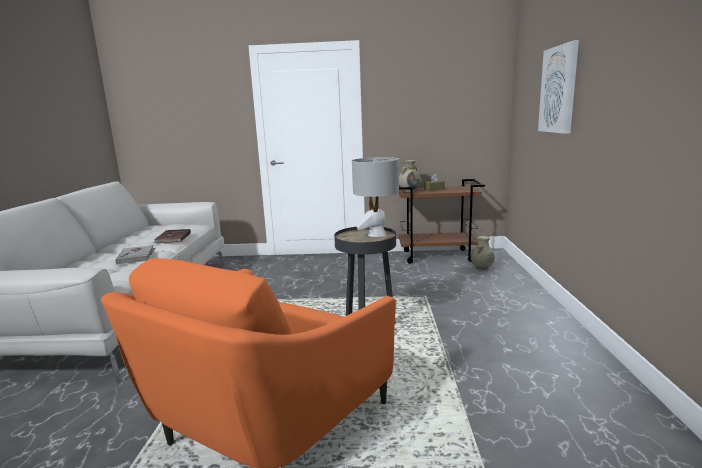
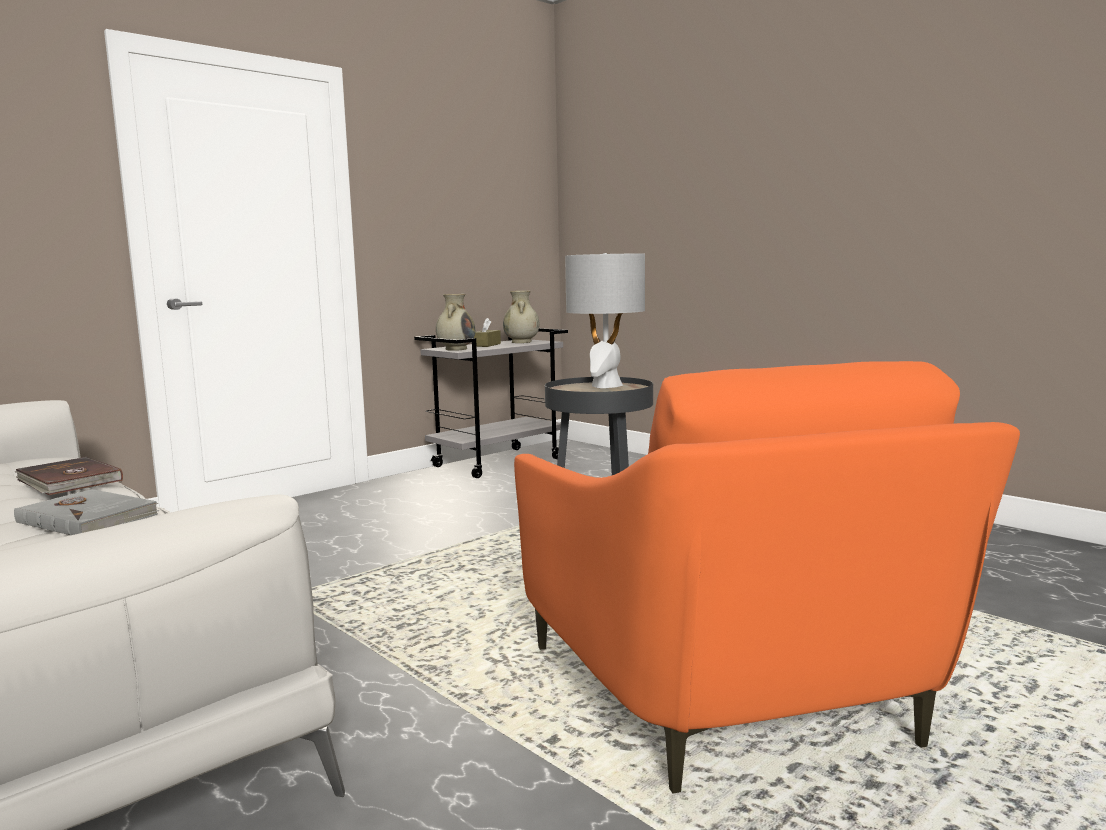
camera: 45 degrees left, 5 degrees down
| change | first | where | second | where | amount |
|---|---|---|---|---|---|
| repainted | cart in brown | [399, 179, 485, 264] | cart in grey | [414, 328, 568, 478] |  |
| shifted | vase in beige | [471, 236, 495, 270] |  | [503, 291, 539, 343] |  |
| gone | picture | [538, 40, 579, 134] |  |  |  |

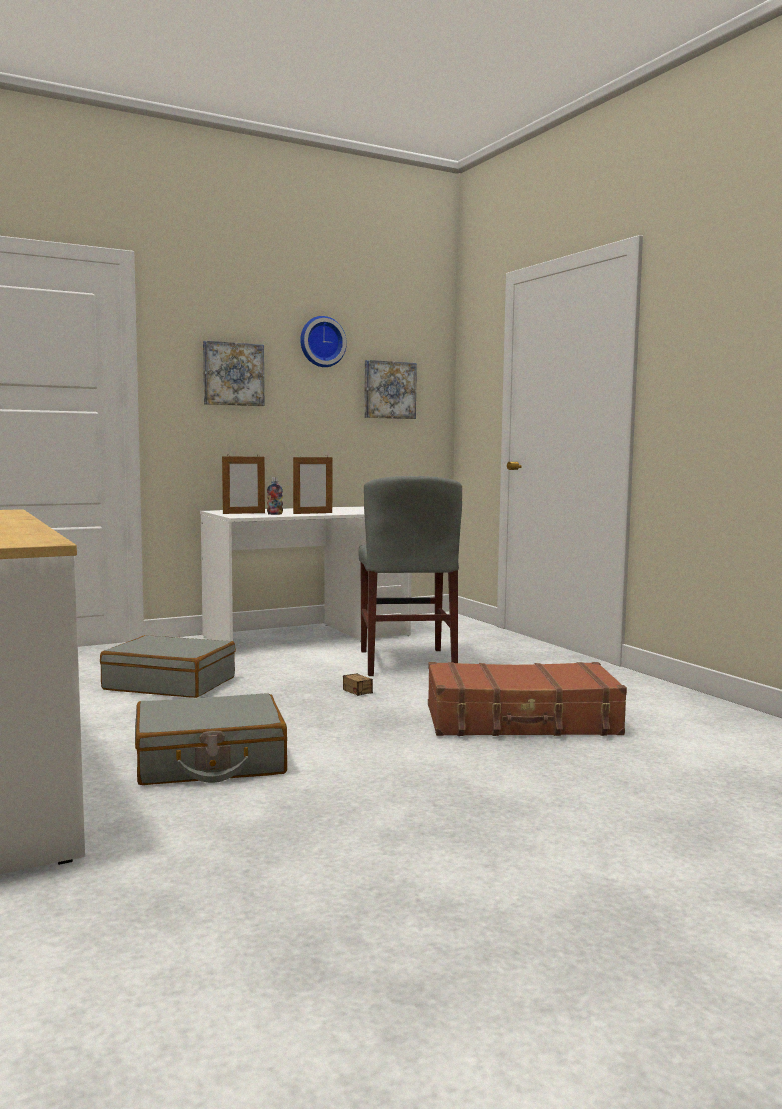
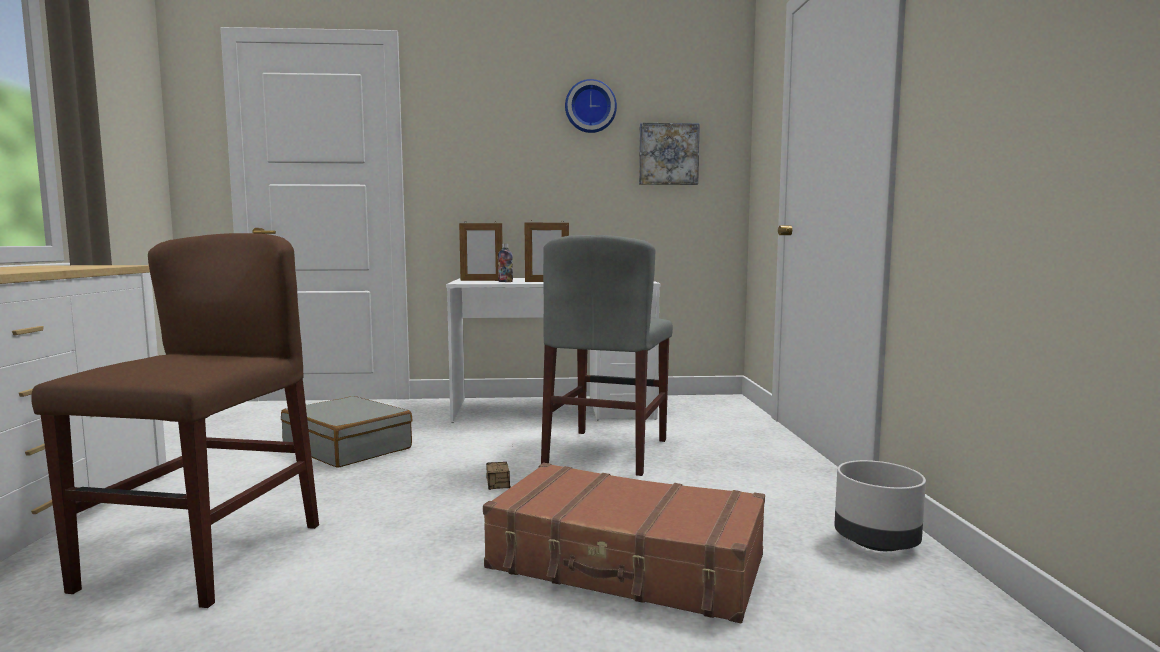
camera: 25 degrees right, 0 degrees up
| change | first | where | second | where | amount |
|---|---|---|---|---|---|
| swapped | suitcase in grey | [135, 693, 287, 785] | chair in brown | [31, 233, 319, 608] |  |
| new |  |  | planter in grey | [834, 460, 926, 551] |  |
| gone | picture | [203, 341, 264, 406] |  |  |  |

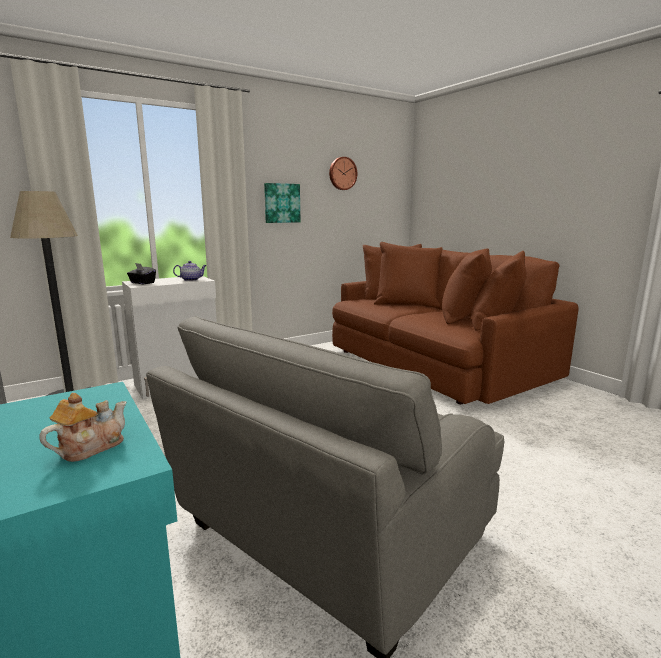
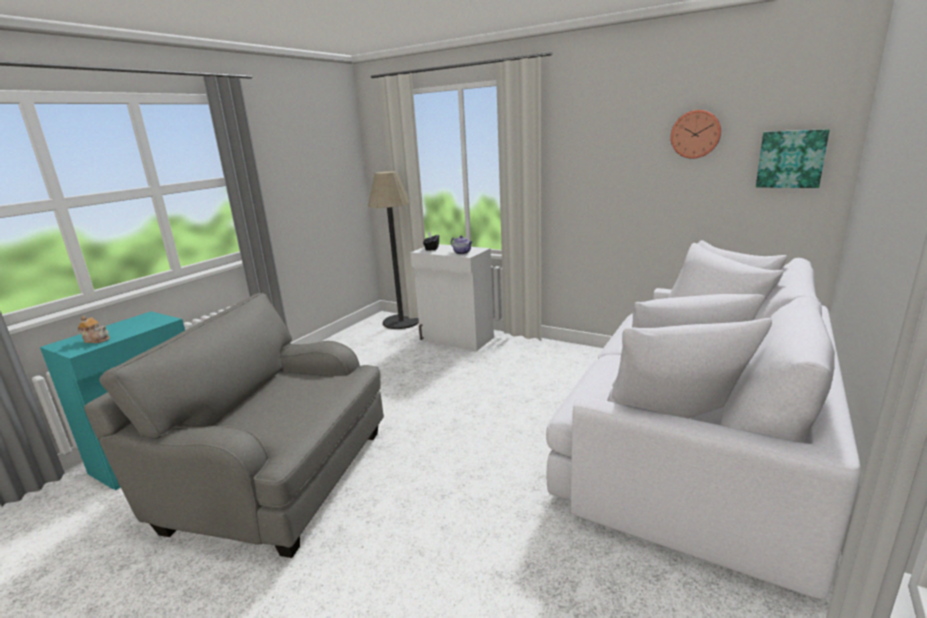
camera: 65 degrees right, 5 degrees up
| change | first | where | second | where | amount |
|---|---|---|---|---|---|
| repainted | sofa in brown | [332, 242, 579, 404] | sofa in white | [546, 240, 861, 599] |  |
| shifted | picture | [264, 183, 301, 223] |  | [756, 129, 830, 188] |  |

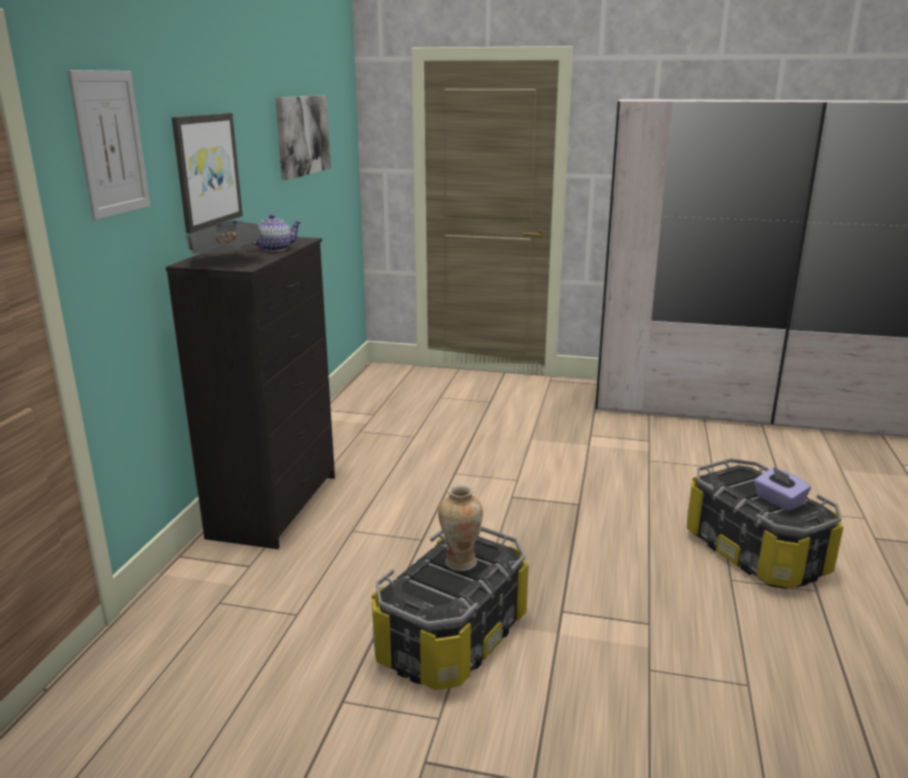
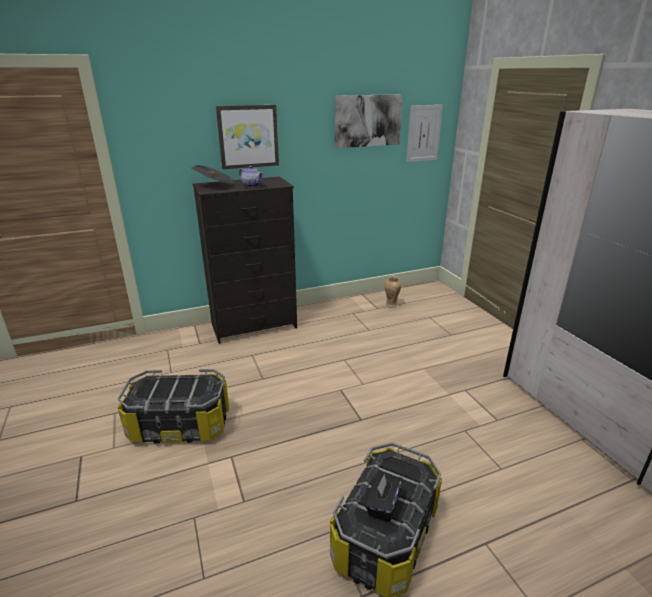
camera: 55 degrees right, 5 degrees up
| change | first | where | second | where | amount |
|---|---|---|---|---|---|
| repainted | tissue box in purple | [754, 467, 811, 511] | tissue box in black | [365, 474, 403, 522] |  |
| shifted | vase | [438, 484, 483, 571] |  | [384, 275, 401, 308] |  |
| shifted | picture | [67, 70, 150, 220] |  | [406, 105, 443, 162] |  |

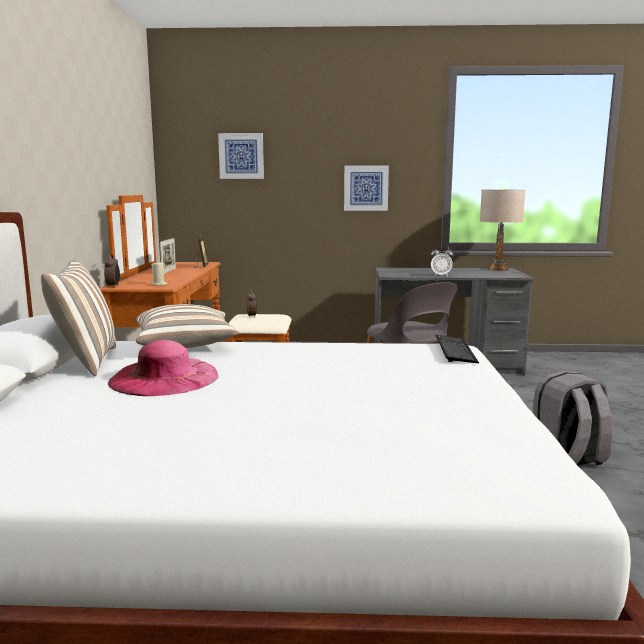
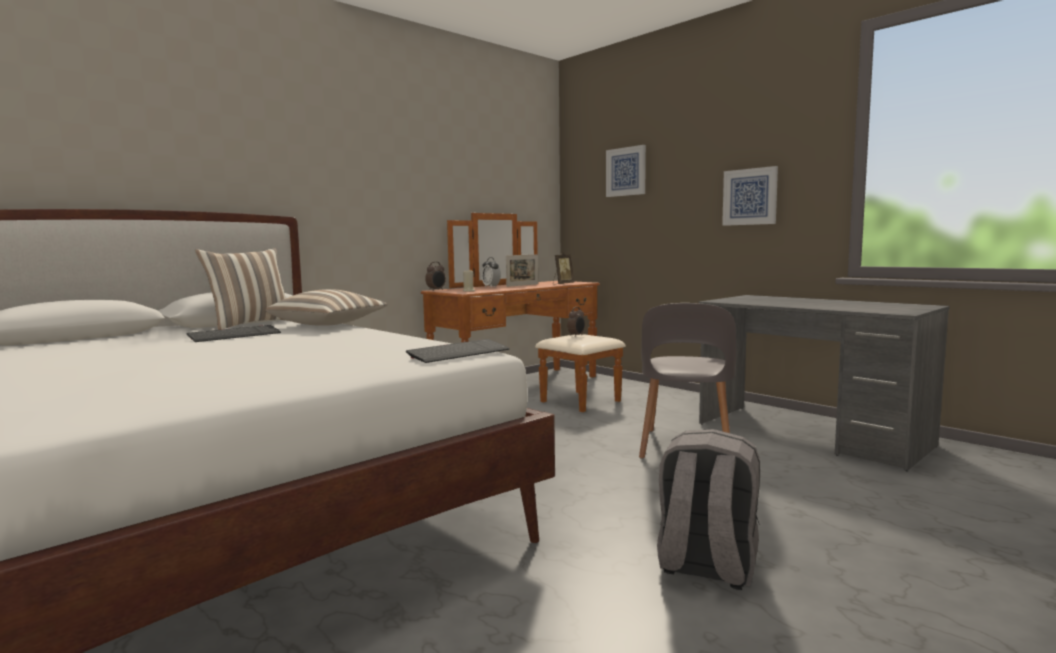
camera: 45 degrees right, 5 degrees down
| change | first | where | second | where | amount |
|---|---|---|---|---|---|
| swapped | hat in pink | [107, 340, 218, 396] | keyboard | [187, 325, 281, 342] |  |
| shifted | alarm clock | [431, 246, 454, 277] |  | [482, 257, 501, 288] |  |
| gone | table lamp in beige | [480, 189, 525, 271] |  |  |  |

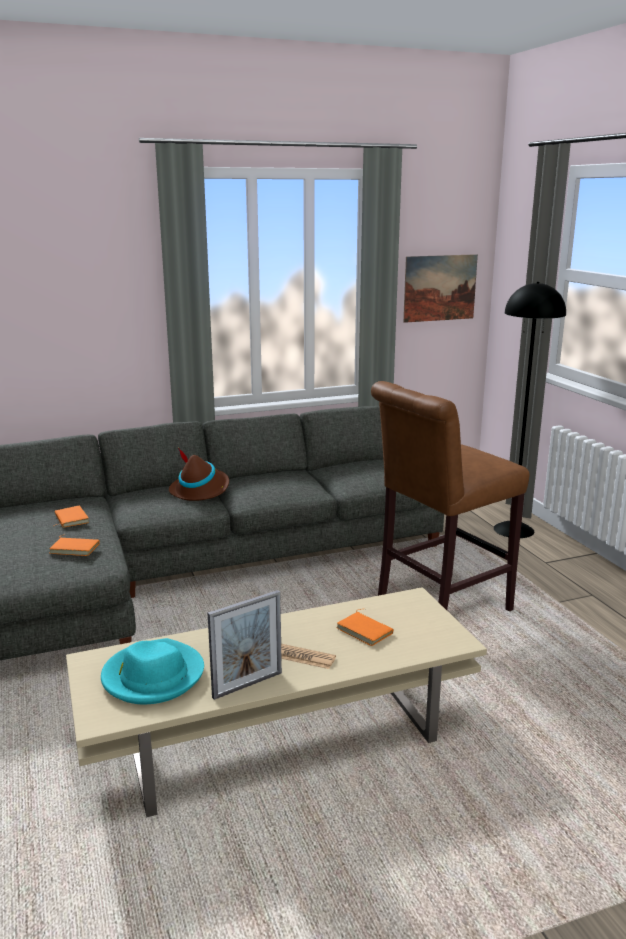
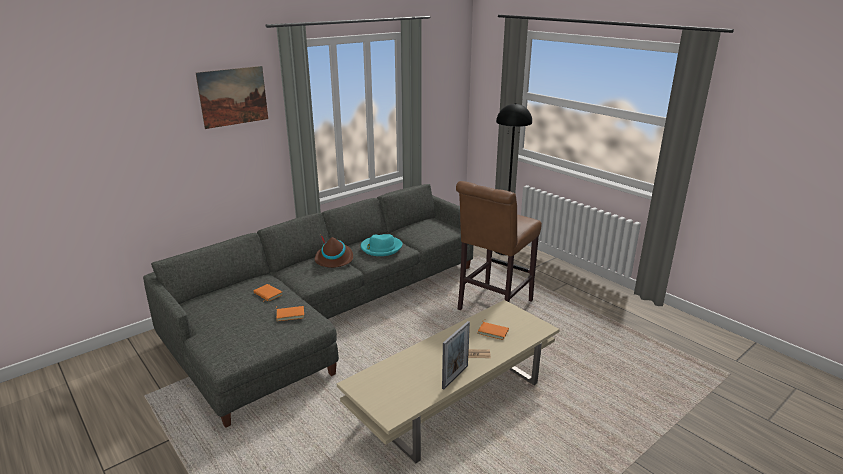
camera: 20 degrees left, 5 degrees up
| change | first | where | second | where | amount |
|---|---|---|---|---|---|
| shifted | picture | [403, 254, 478, 323] |  | [196, 66, 268, 129] |  |
| shifted | hat in turquoise | [101, 638, 204, 704] |  | [361, 234, 403, 256] |  |

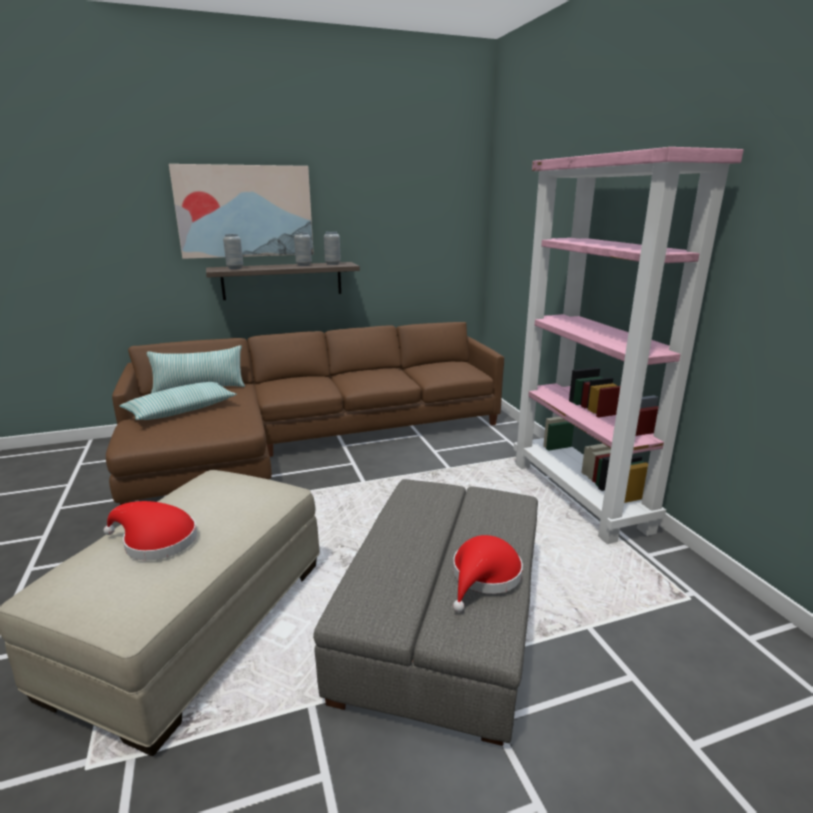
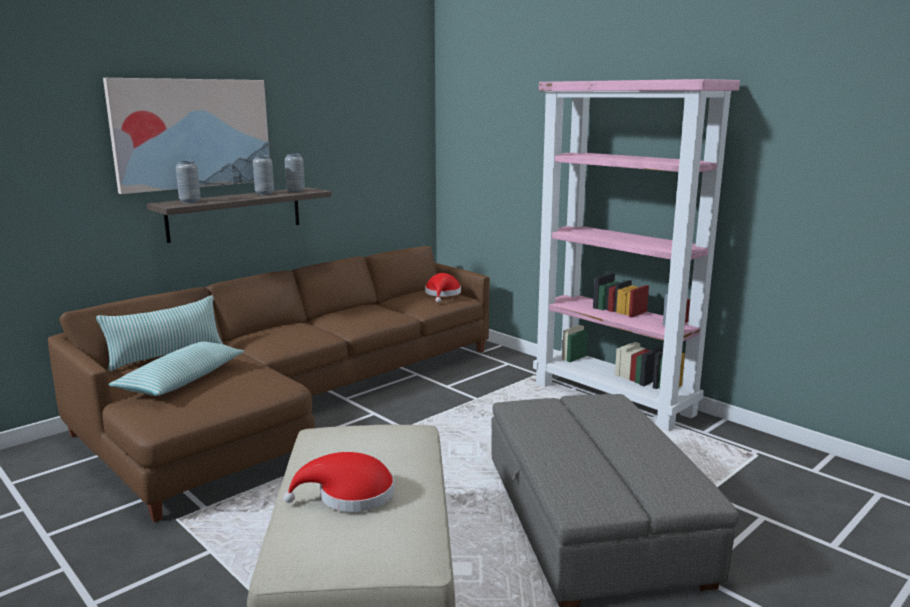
camera: 25 degrees left, 5 degrees down
| change | first | where | second | where | amount |
|---|---|---|---|---|---|
| shifted | hat in red | [453, 535, 523, 612] |  | [425, 273, 461, 303] |  |

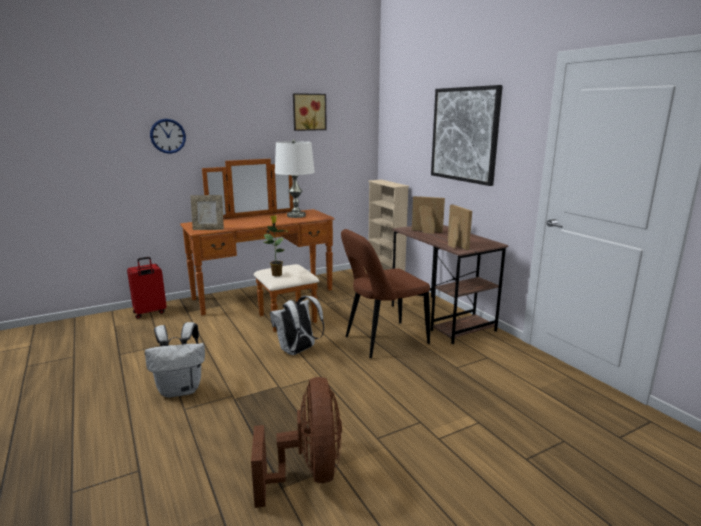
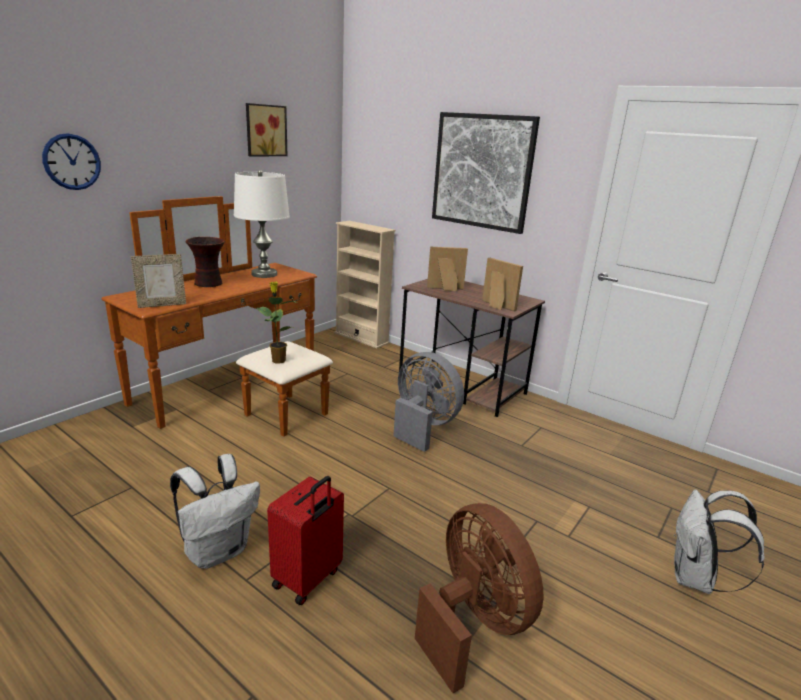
camera: 25 degrees left, 5 degrees up
| change | first | where | second | where | amount |
|---|---|---|---|---|---|
| new |  |  | vase | [185, 237, 225, 287] |  |
| shifted | suitcase in red | [127, 257, 167, 319] |  | [267, 476, 344, 605] |  |
| swapped | chair in brown | [341, 229, 430, 358] | fan in grey | [394, 352, 464, 452] |  |
| shifted | backpack in white | [270, 296, 324, 355] |  | [674, 489, 765, 594] |  |

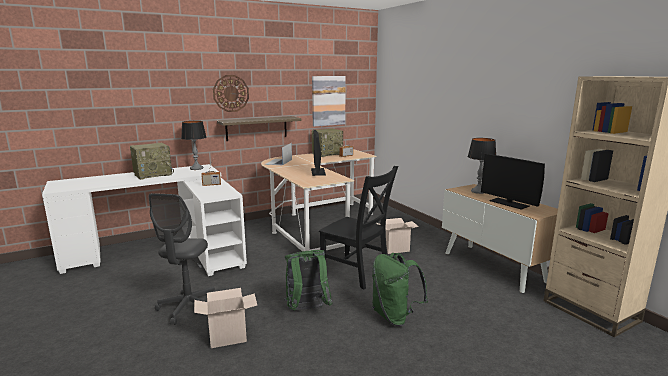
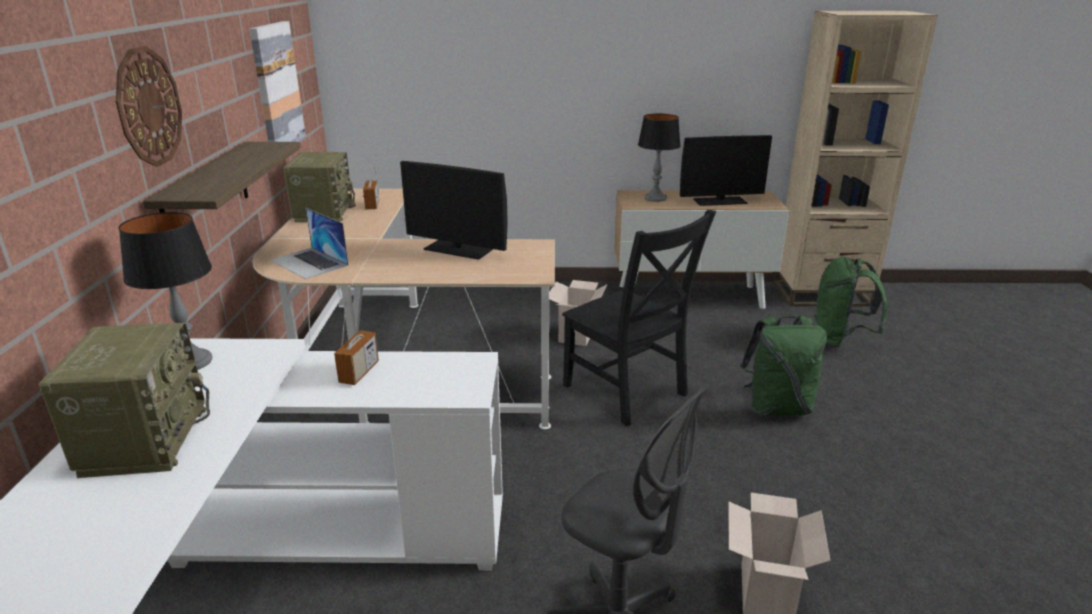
camera: 60 degrees left, 10 degrees up
| change | first | where | second | where | amount |
|---|---|---|---|---|---|
| rotated | chair in black | [319, 166, 398, 289] |  | [562, 210, 716, 426] | 75 degrees clockwise |
| shifted | backpack in green | [284, 250, 332, 310] |  | [814, 257, 888, 348] |  |

